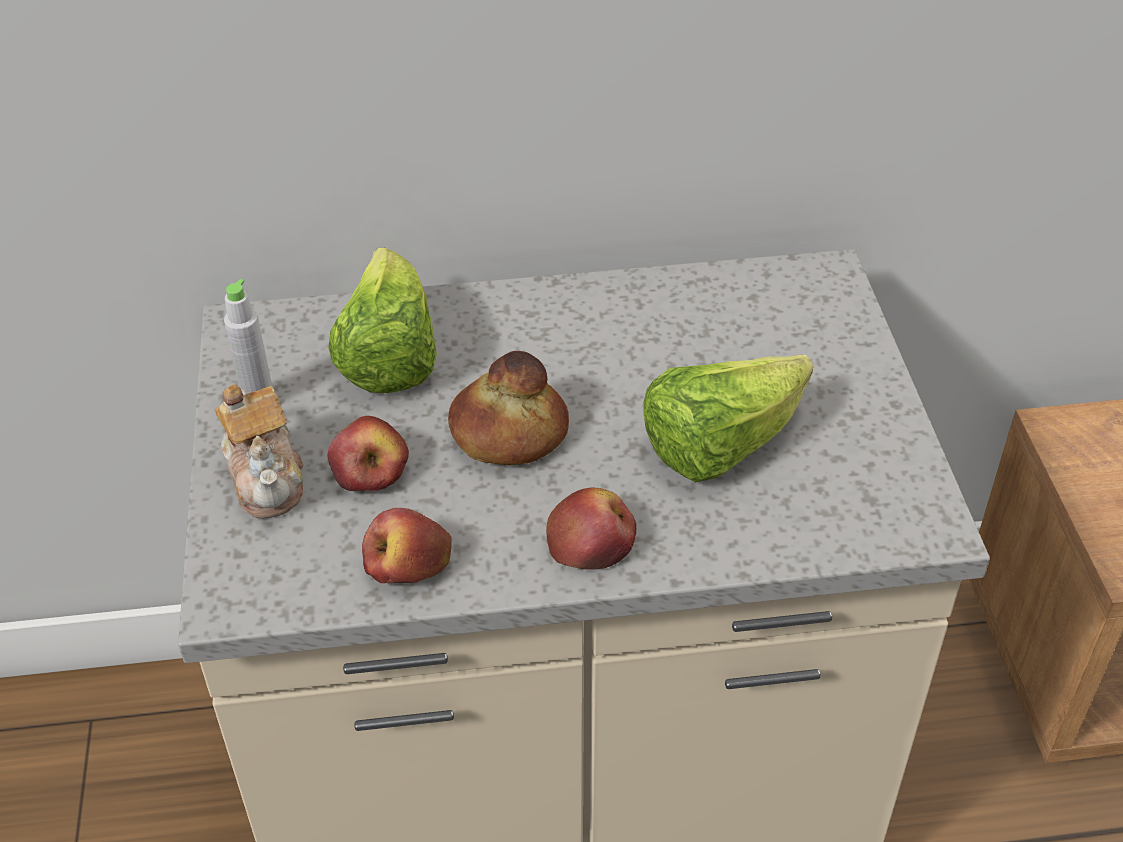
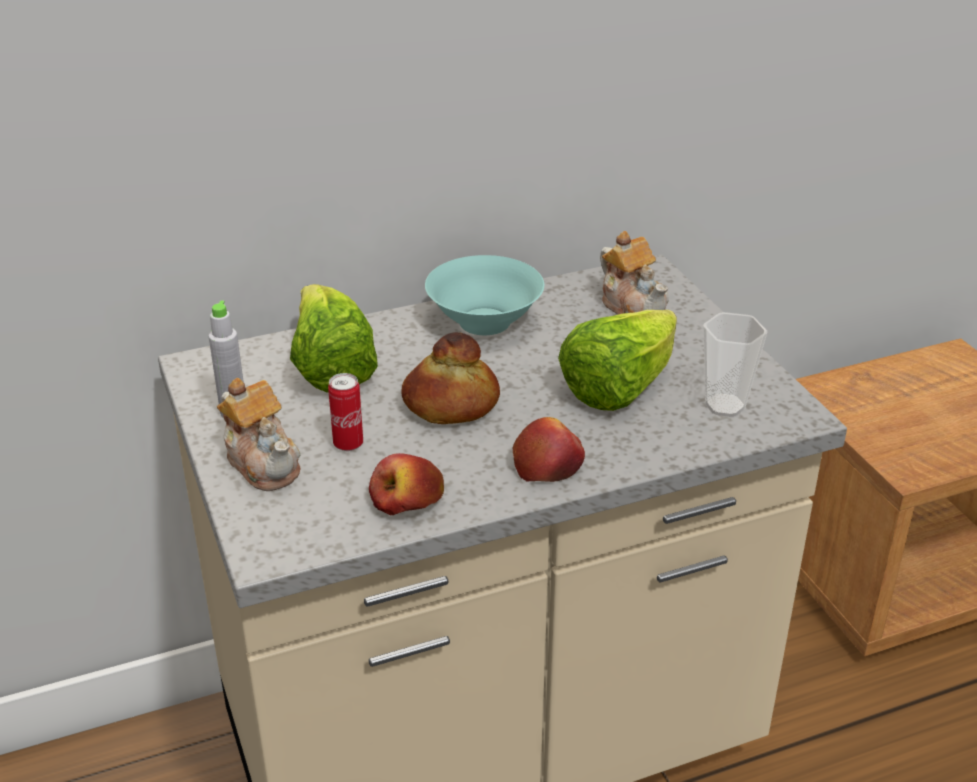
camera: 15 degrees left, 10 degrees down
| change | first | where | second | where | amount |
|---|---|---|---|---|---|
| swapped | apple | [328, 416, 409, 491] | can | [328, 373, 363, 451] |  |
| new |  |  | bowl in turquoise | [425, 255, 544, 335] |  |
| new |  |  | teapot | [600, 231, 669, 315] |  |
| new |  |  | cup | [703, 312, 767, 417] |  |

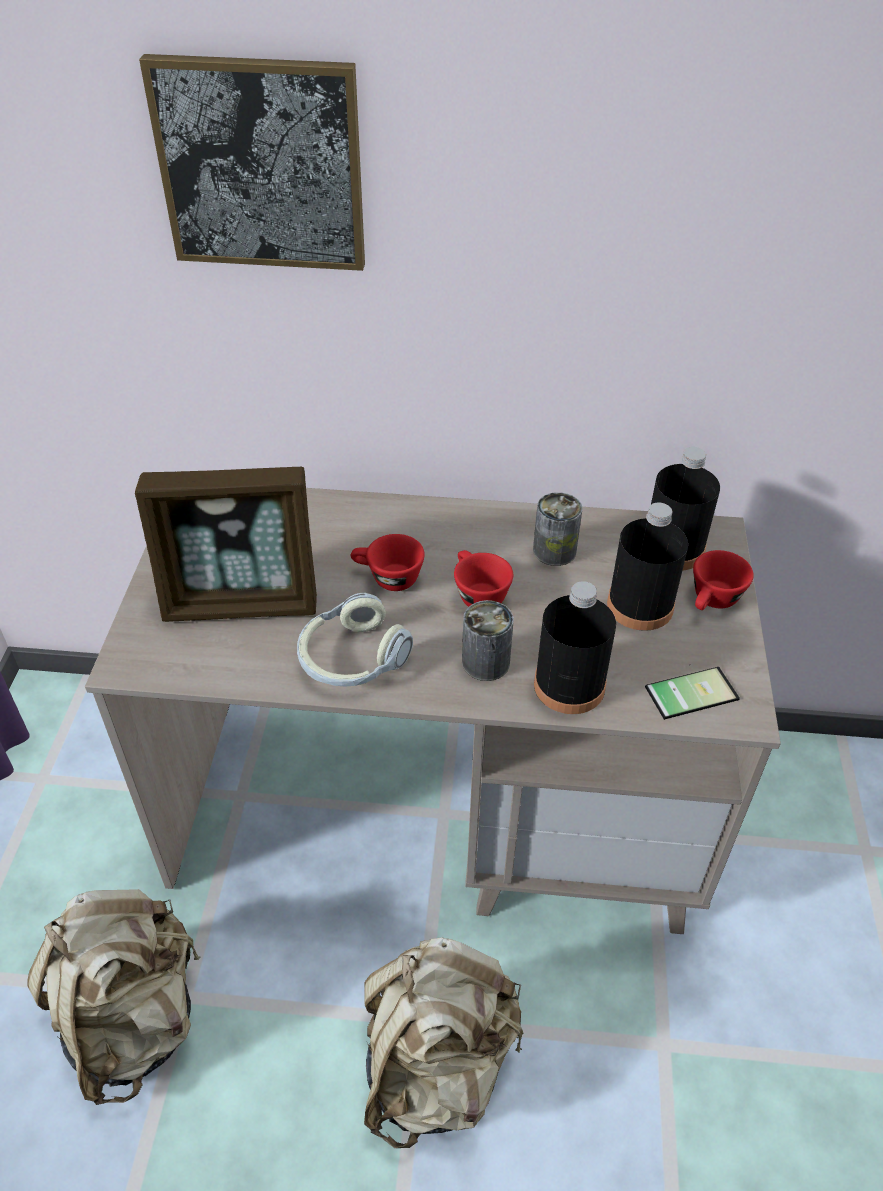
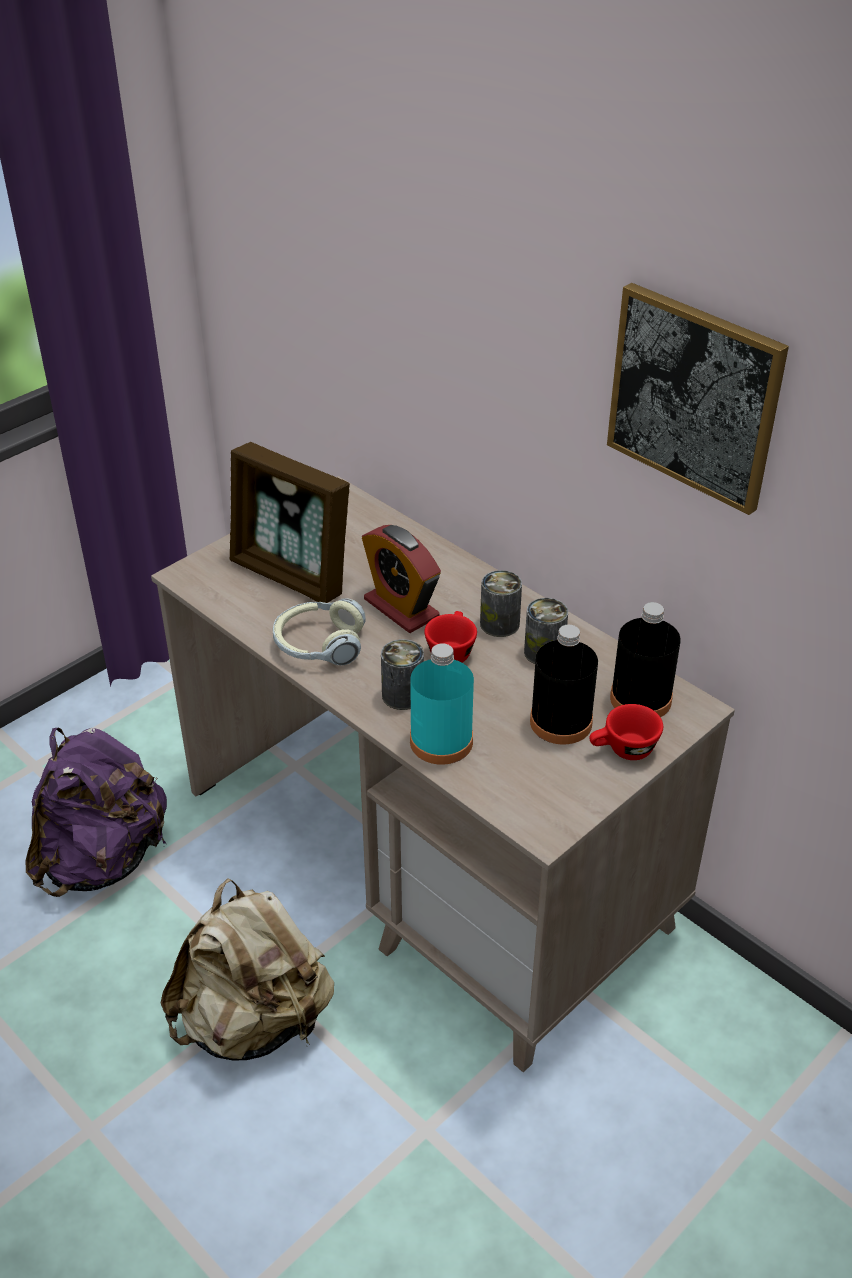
camera: 40 degrees right, 5 degrees down
| change | first | where | second | where | amount |
|---|---|---|---|---|---|
| repainted | backpack in beige | [28, 889, 200, 1105] | backpack in purple | [26, 727, 167, 897] |  |
| swapped | cup in red | [351, 534, 425, 591] | alarm clock | [362, 525, 441, 633] |  |
| repainted | bottle in black | [534, 581, 616, 714] | bottle in turquoise | [410, 643, 474, 765] |  |
| new |  |  | can | [480, 570, 522, 637] |  |
| shifted | picture | [139, 54, 365, 271] |  | [607, 283, 789, 515] |  |
| gone | phone | [645, 667, 740, 720] |  |  |  |

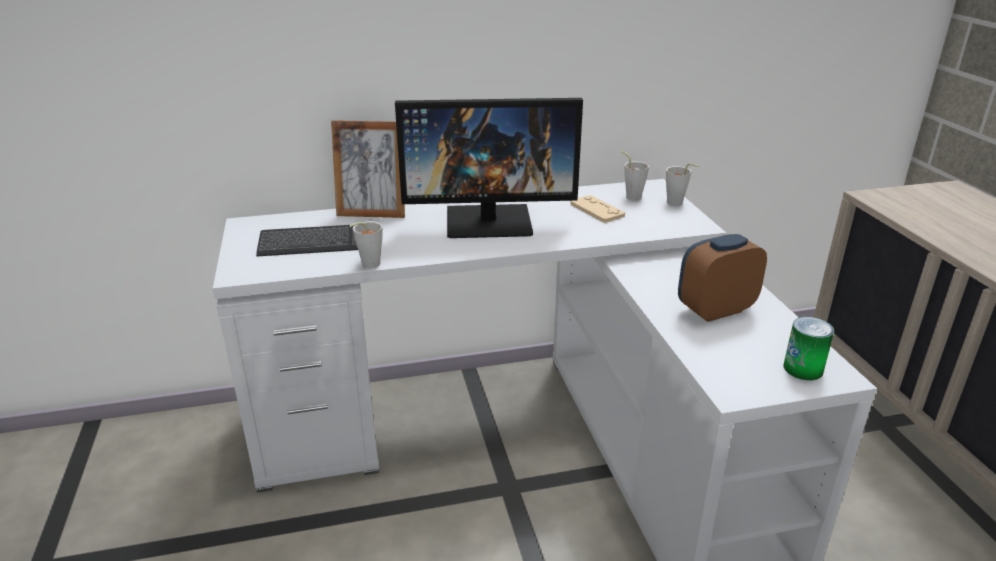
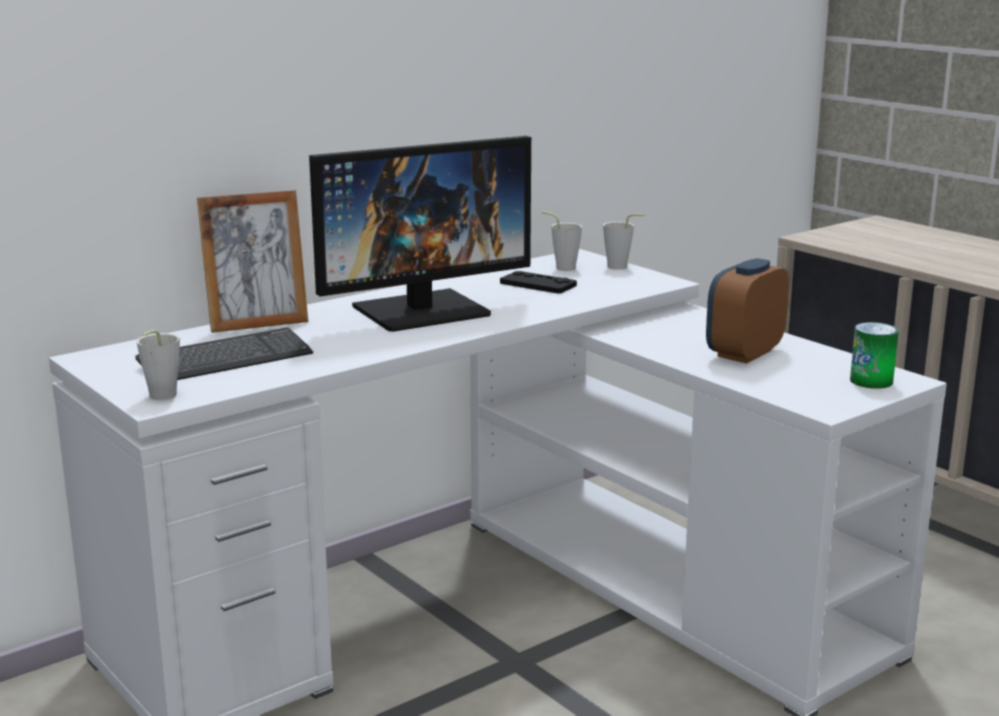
camera: 25 degrees left, 10 degrees down
| change | first | where | second | where | amount |
|---|---|---|---|---|---|
| shifted | cup in grey | [350, 221, 383, 268] |  | [136, 330, 180, 400] |  |
| repainted | game controller in beige | [570, 195, 625, 223] | game controller in black | [500, 271, 577, 294] |  |

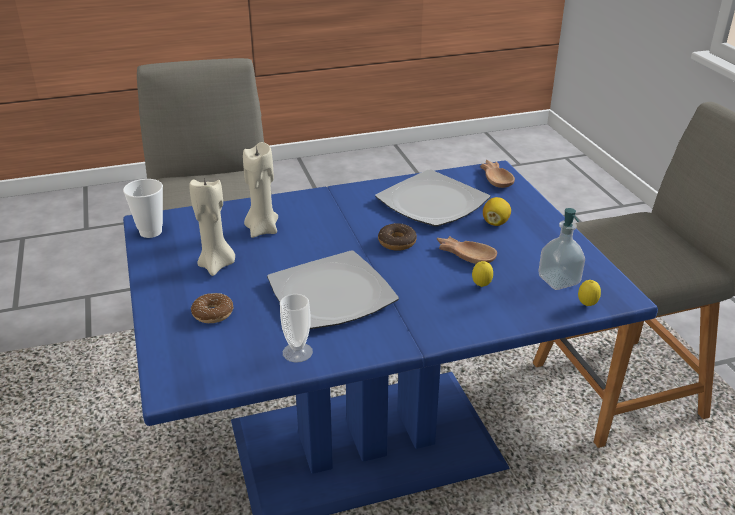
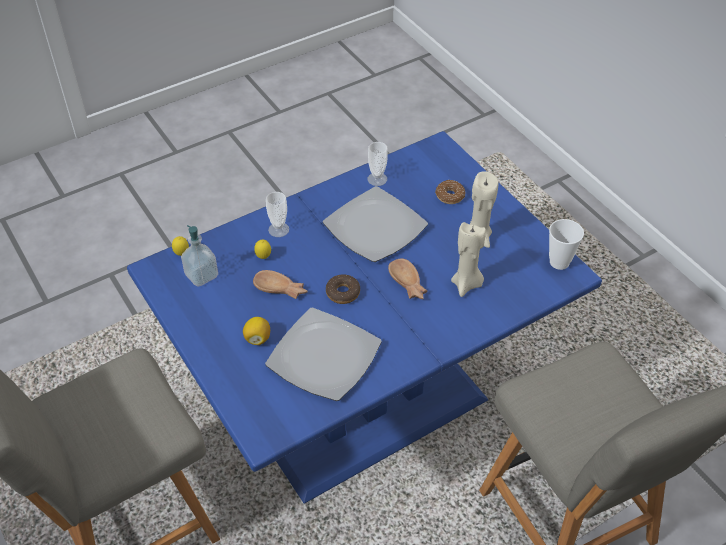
camera: 165 degrees right, 15 degrees up
| change | first | where | second | where | amount |
|---|---|---|---|---|---|
| new |  |  | cup | [266, 192, 289, 237] |  |
| shifted | bowl in brown | [480, 159, 515, 188] |  | [388, 259, 428, 299] |  |

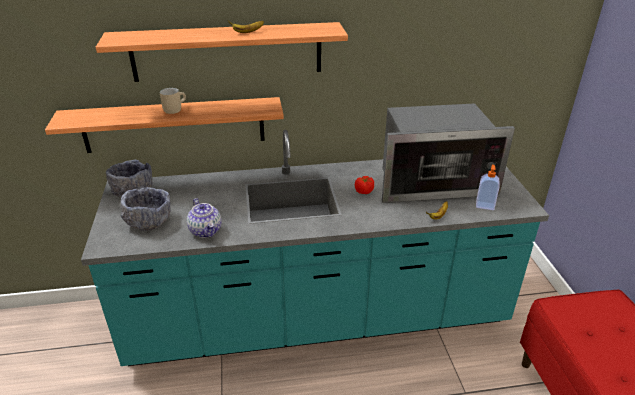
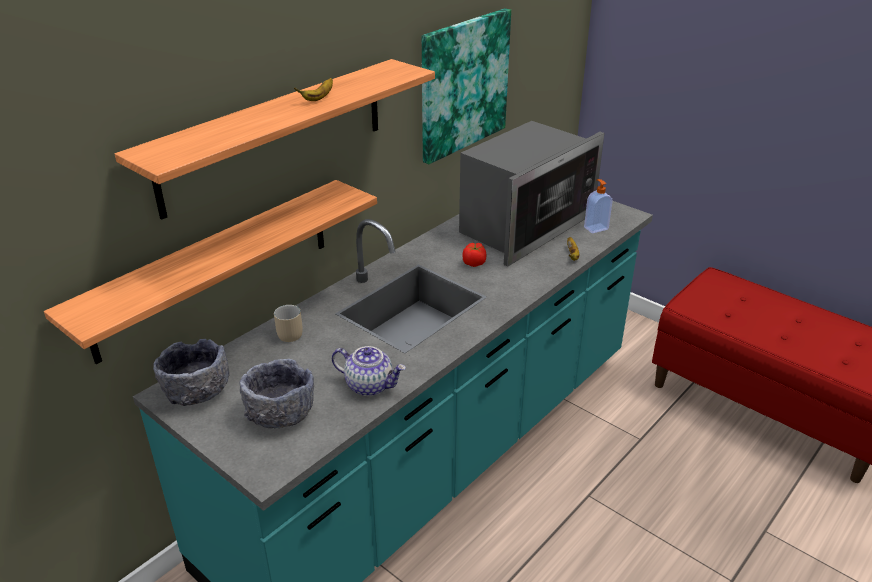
camera: 40 degrees left, 0 degrees up
| change | first | where | second | where | amount |
|---|---|---|---|---|---|
| shifted | mug in beige | [160, 88, 186, 114] |  | [274, 305, 303, 342] |  |
| new |  |  | picture | [421, 8, 511, 164] |  |

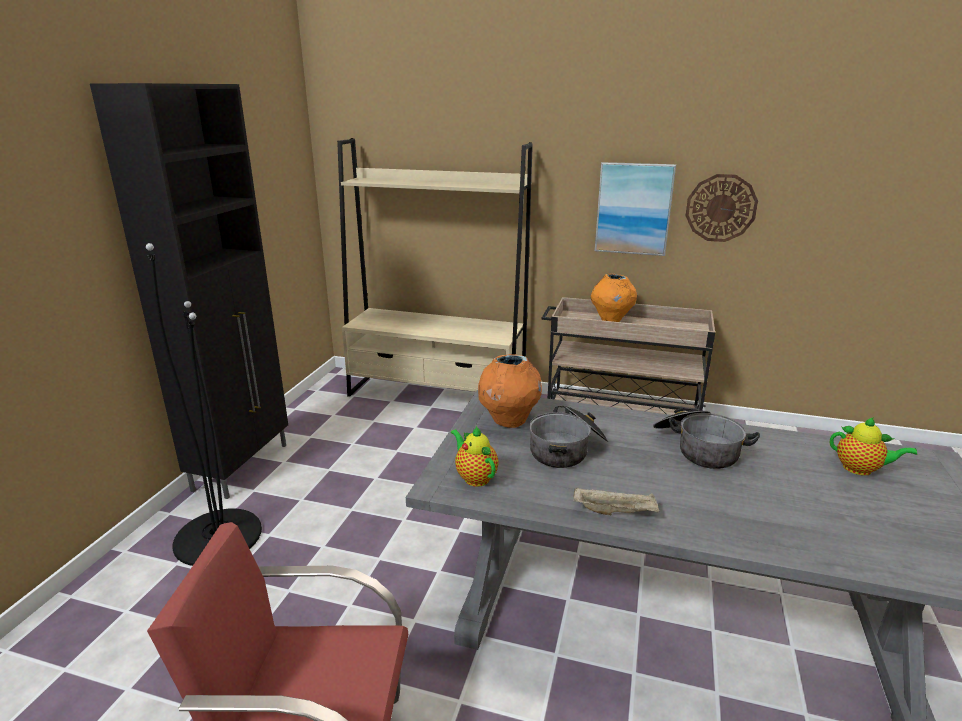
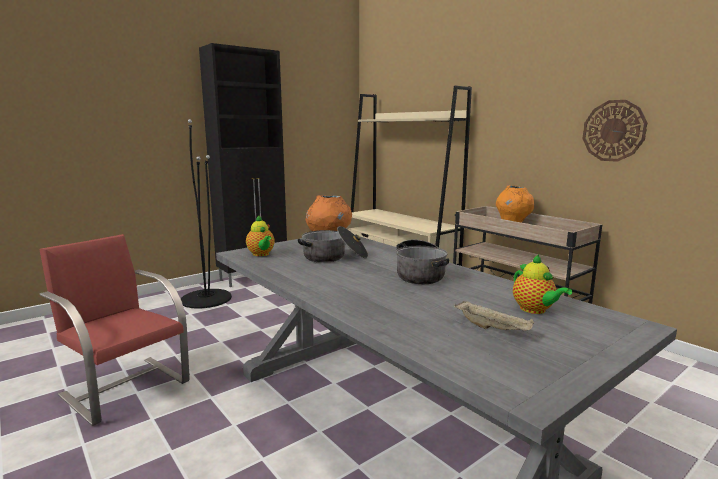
camera: 35 degrees right, 10 degrees down
| change | first | where | second | where | amount |
|---|---|---|---|---|---|
| rotated | teapot | [451, 426, 499, 487] |  | [246, 216, 275, 256] | 150 degrees clockwise |
| shifted | tray in beige | [573, 487, 659, 516] |  | [454, 301, 534, 331] |  |
| gone | picture | [595, 162, 676, 256] |  |  |  |

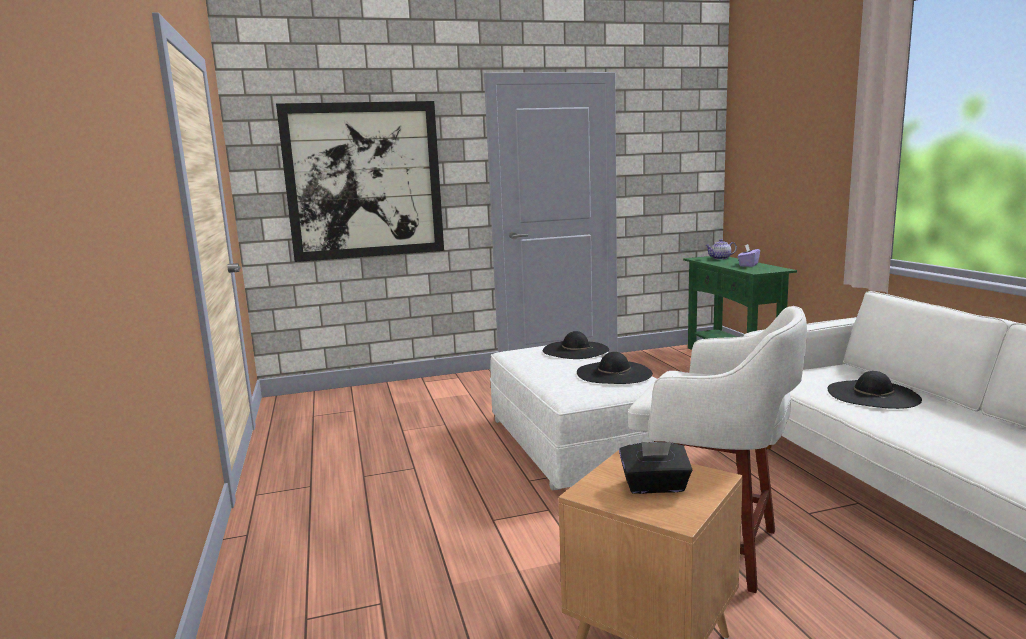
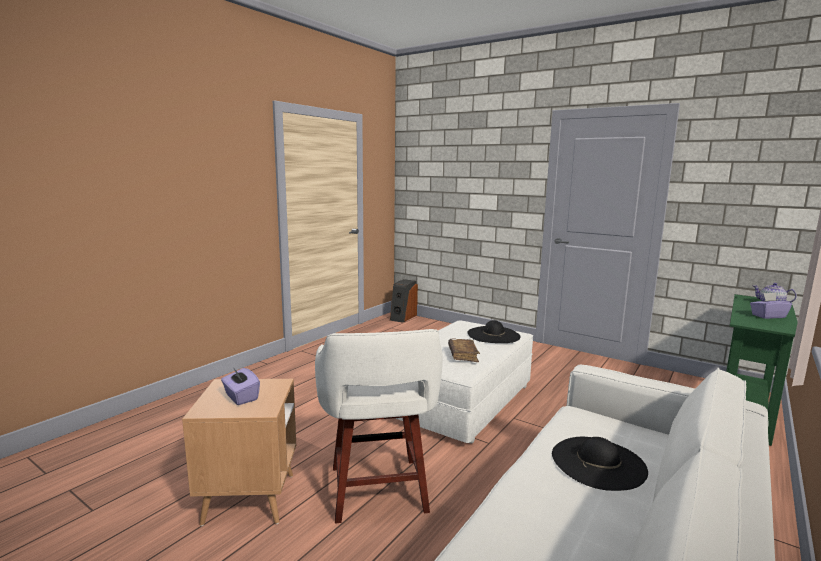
camera: 50 degrees right, 0 degrees up
| change | first | where | second | where | amount |
|---|---|---|---|---|---|
| repainted | tissue box in black | [619, 442, 693, 494] | tissue box in purple | [221, 367, 260, 405] |  |
| new |  |  | speaker | [390, 279, 418, 323] |  |
| swapped | hat in black | [577, 352, 653, 384] | book in brown | [448, 339, 480, 362] |  |
| gone | picture | [276, 101, 444, 262] |  |  |  |

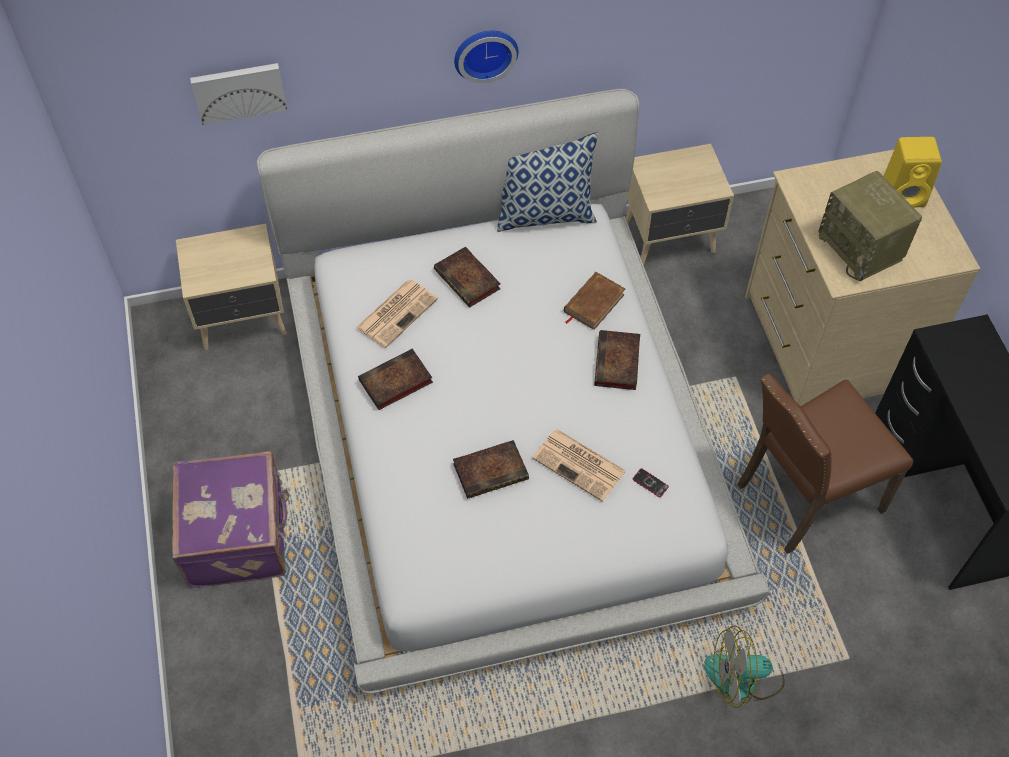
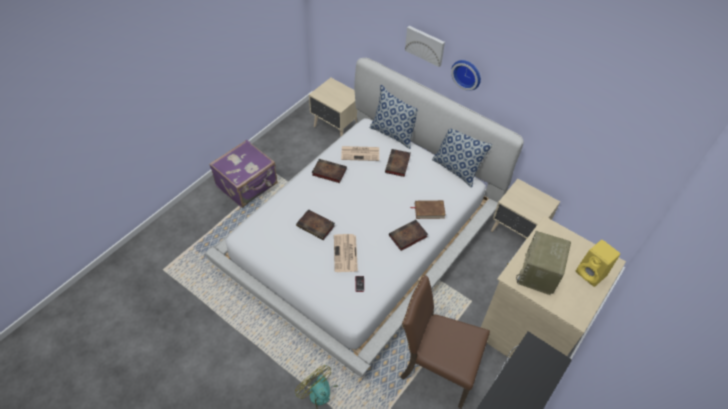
camera: 50 degrees right, 5 degrees down
| change | first | where | second | where | amount |
|---|---|---|---|---|---|
| new |  |  | pillow | [370, 85, 417, 149] |  |
| shifted | picture | [190, 63, 287, 125] |  | [405, 26, 445, 67] |  |

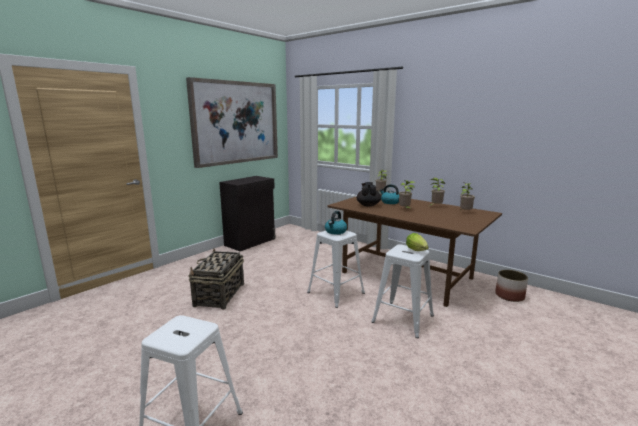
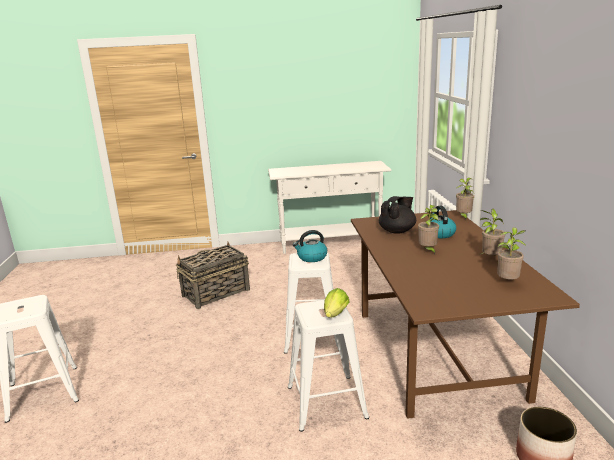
camera: 45 degrees right, 5 degrees up
| change | first | where | second | where | amount |
|---|---|---|---|---|---|
| swapped | cabinet in black | [219, 176, 275, 251] | console table in white | [268, 161, 391, 254] |  |
| gone | picture | [186, 77, 278, 168] |  |  |  |

